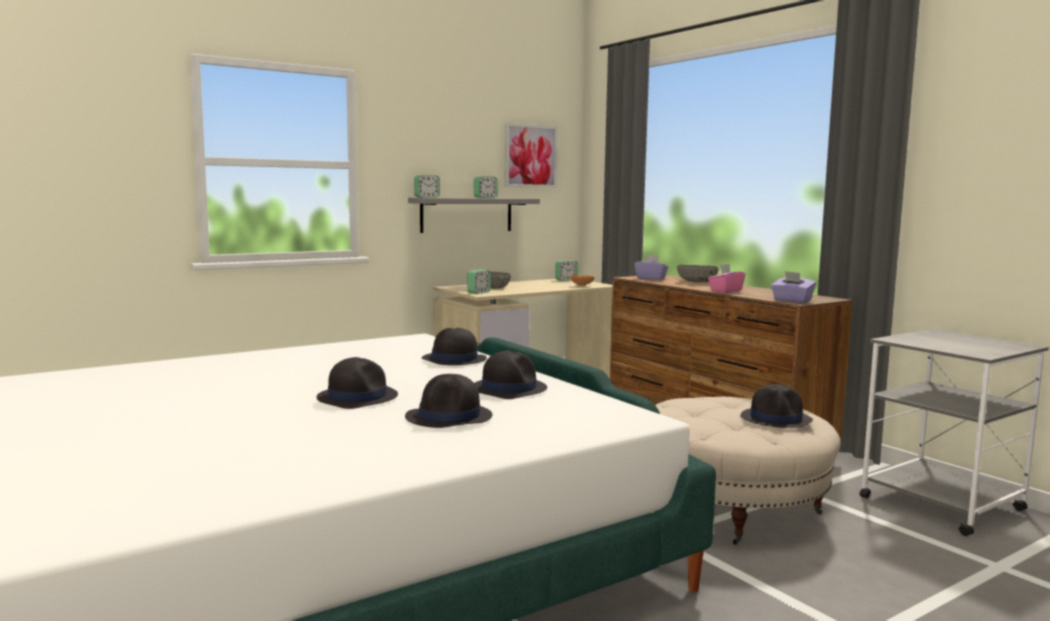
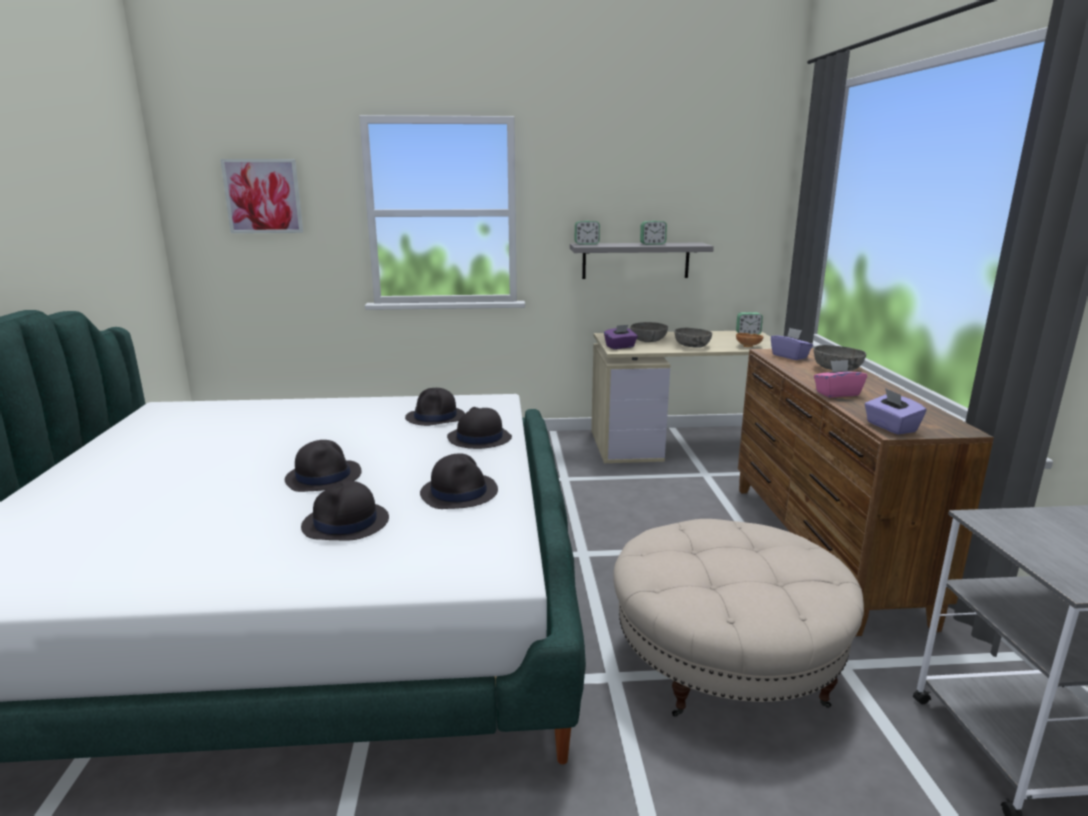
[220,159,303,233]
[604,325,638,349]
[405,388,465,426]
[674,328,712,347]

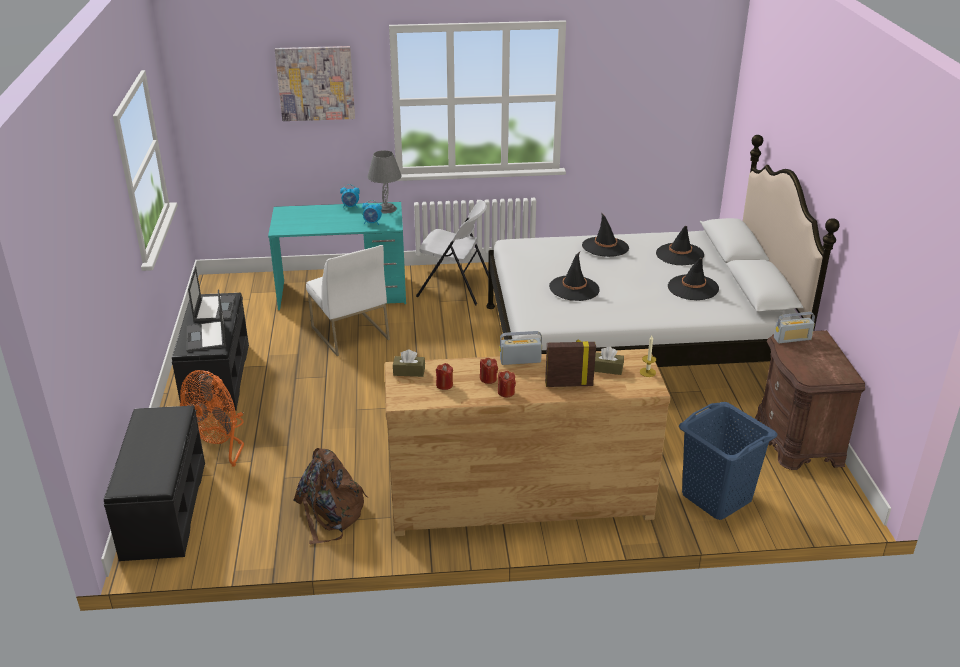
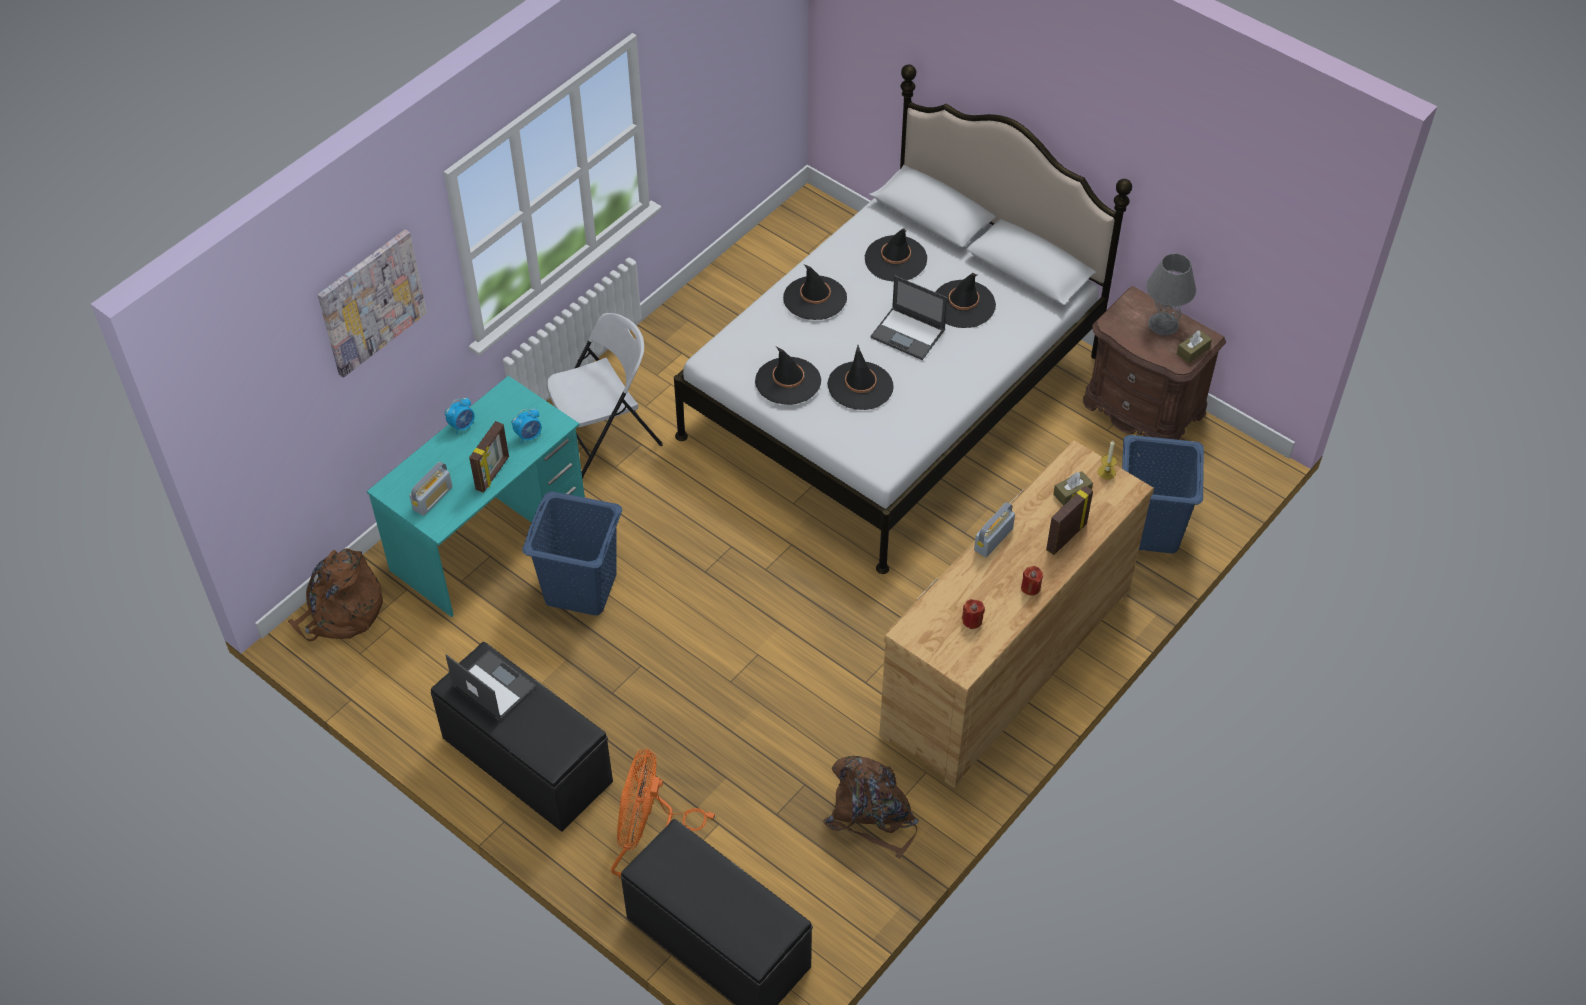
[1146,253,1196,335]
[522,491,622,615]
[870,275,948,360]
[409,462,452,516]
[1177,330,1212,363]
[480,358,498,384] (first image)
[611,748,716,878]
[755,347,821,405]
[469,421,509,493]
[288,548,383,641]

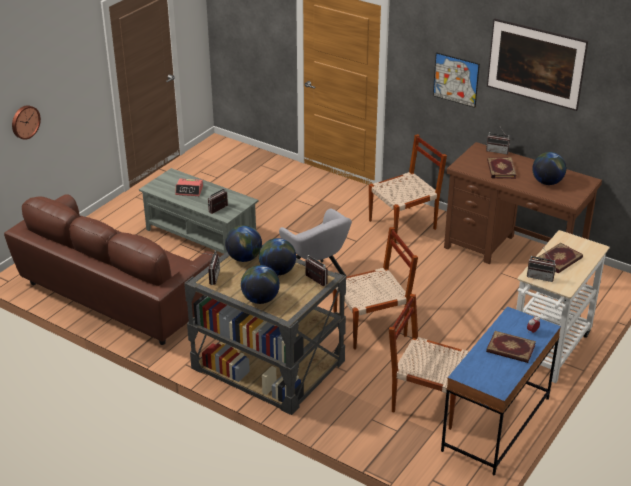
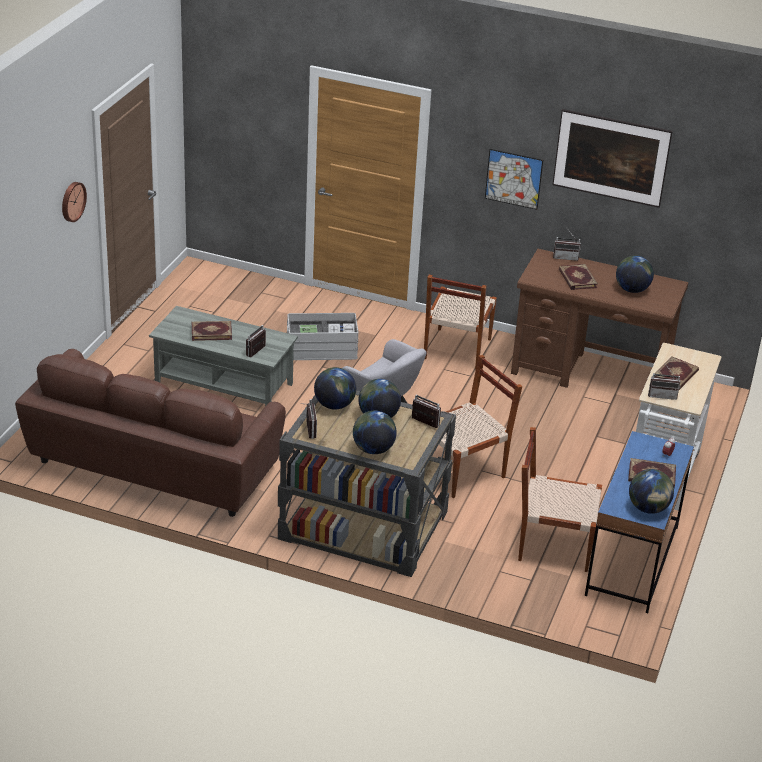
[62,182,87,222]
[424,275,497,369]
[192,321,232,341]
[287,313,358,360]
[629,469,674,514]

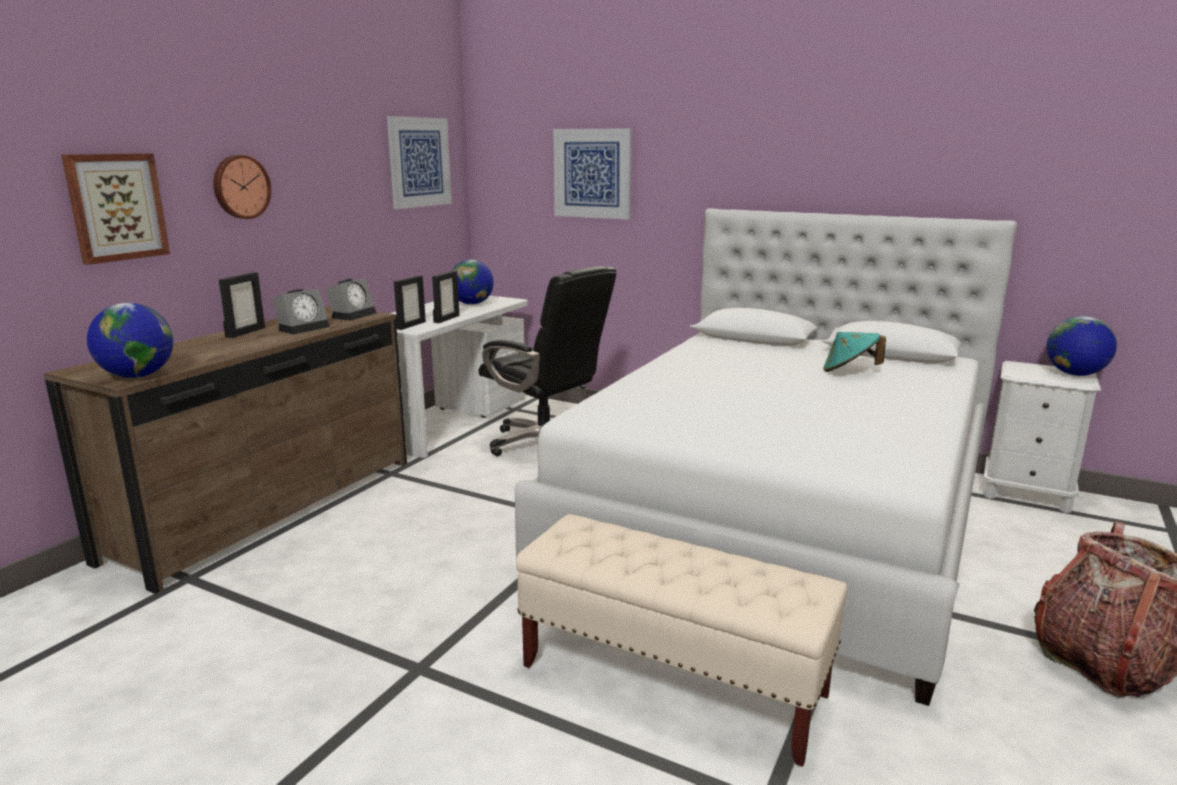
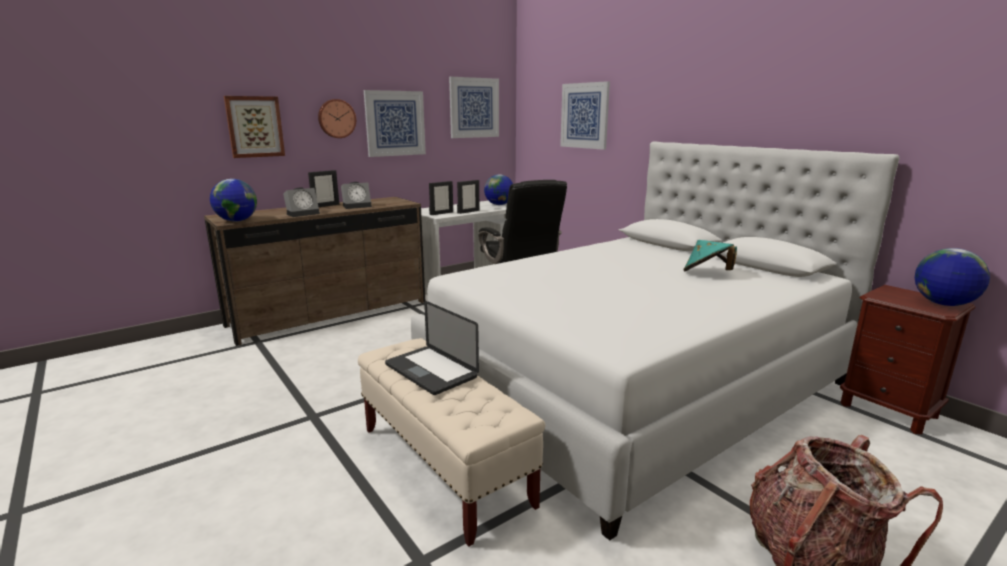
[283,187,320,217]
[840,285,976,434]
[364,90,426,157]
[385,301,479,395]

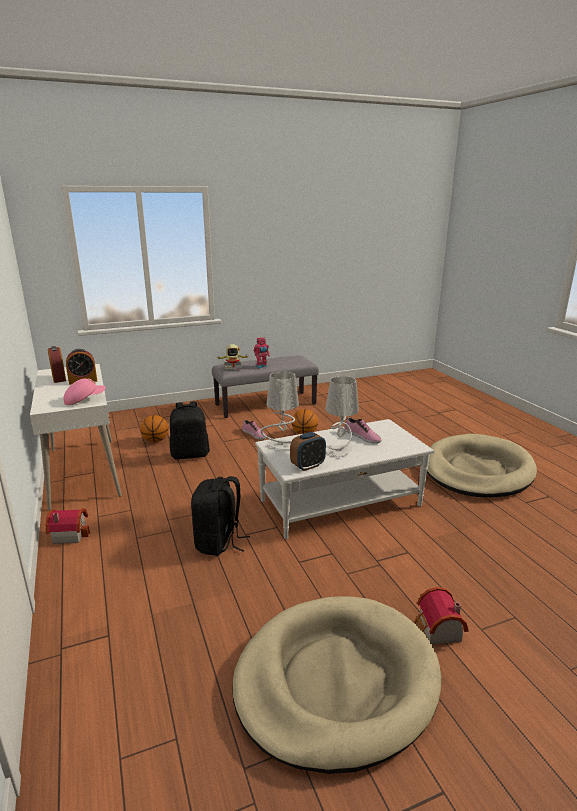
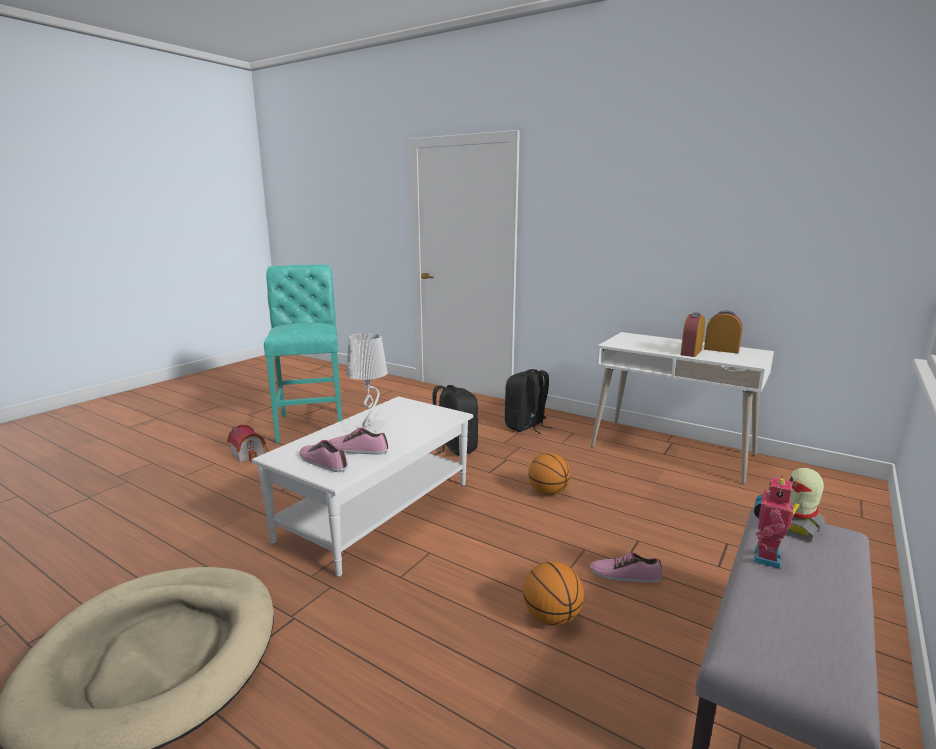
[261,371,299,450] (first image)
[63,378,105,405] (first image)
[505,369,552,434]
[528,453,570,495]
[290,432,326,471] (first image)
[46,508,90,544] (first image)
[264,264,342,443]
[299,440,348,472]

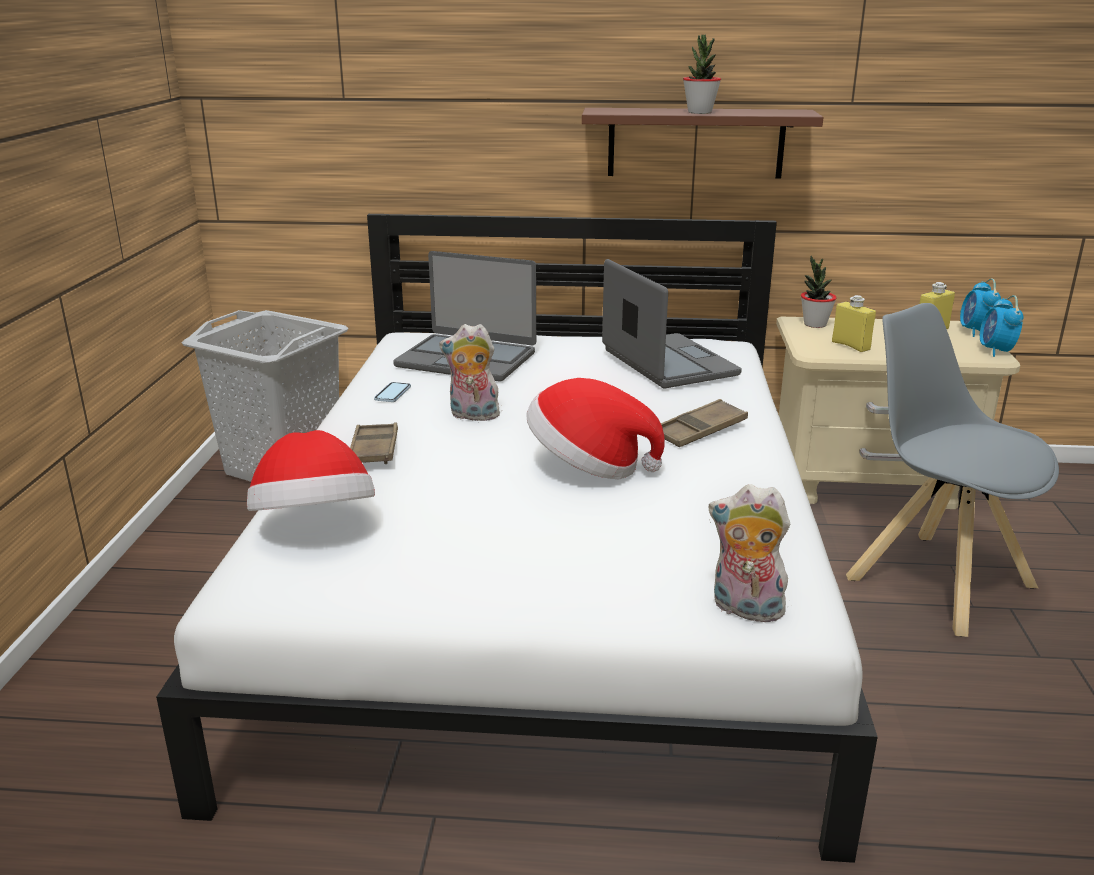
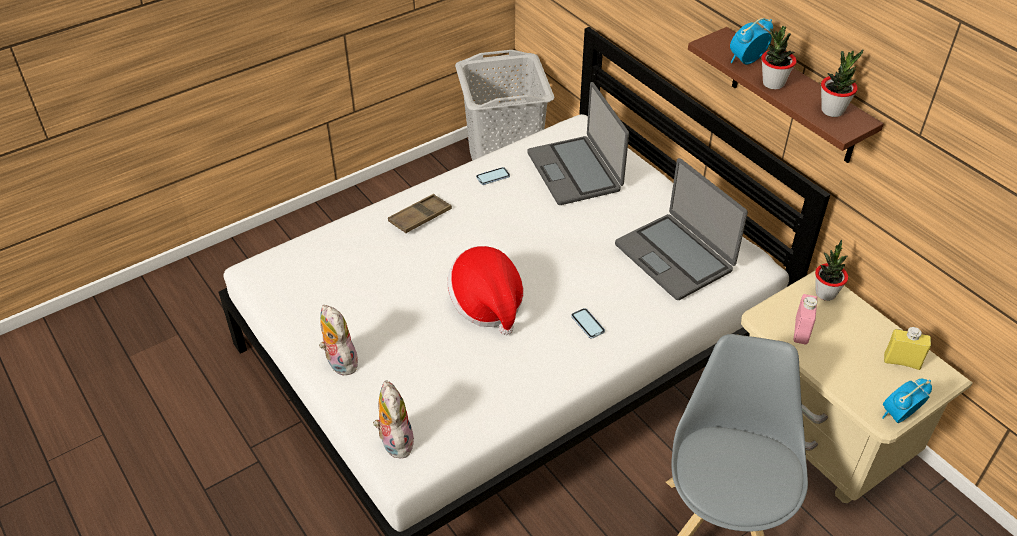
[615,158,748,300]
[730,18,773,65]
[793,294,817,344]
[319,305,360,376]
[571,308,605,339]
[247,430,375,511] (first image)
[821,50,863,117]

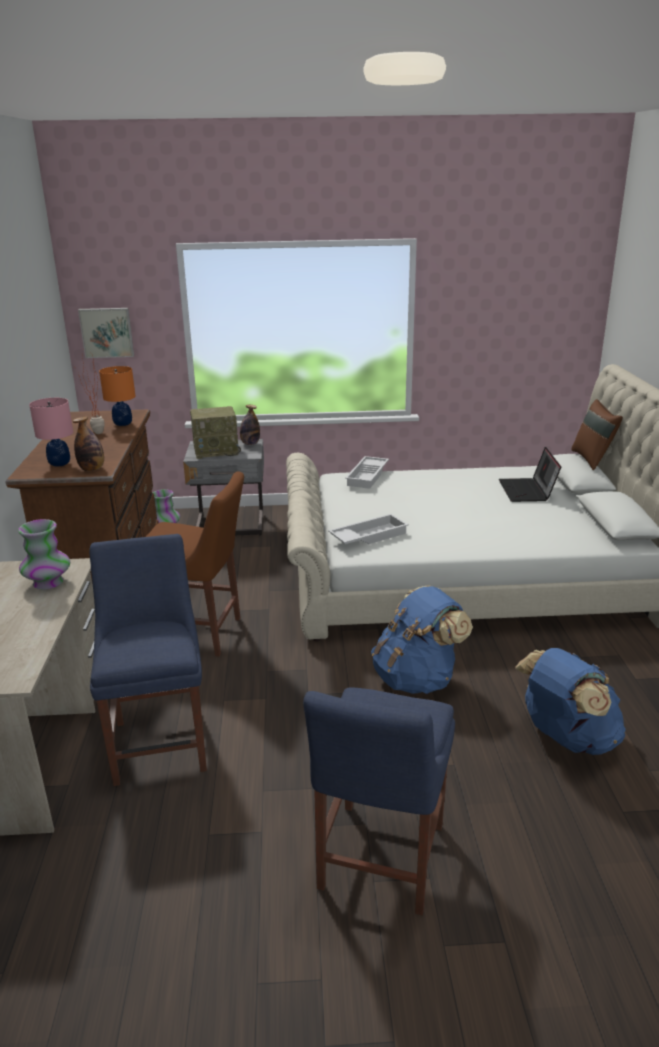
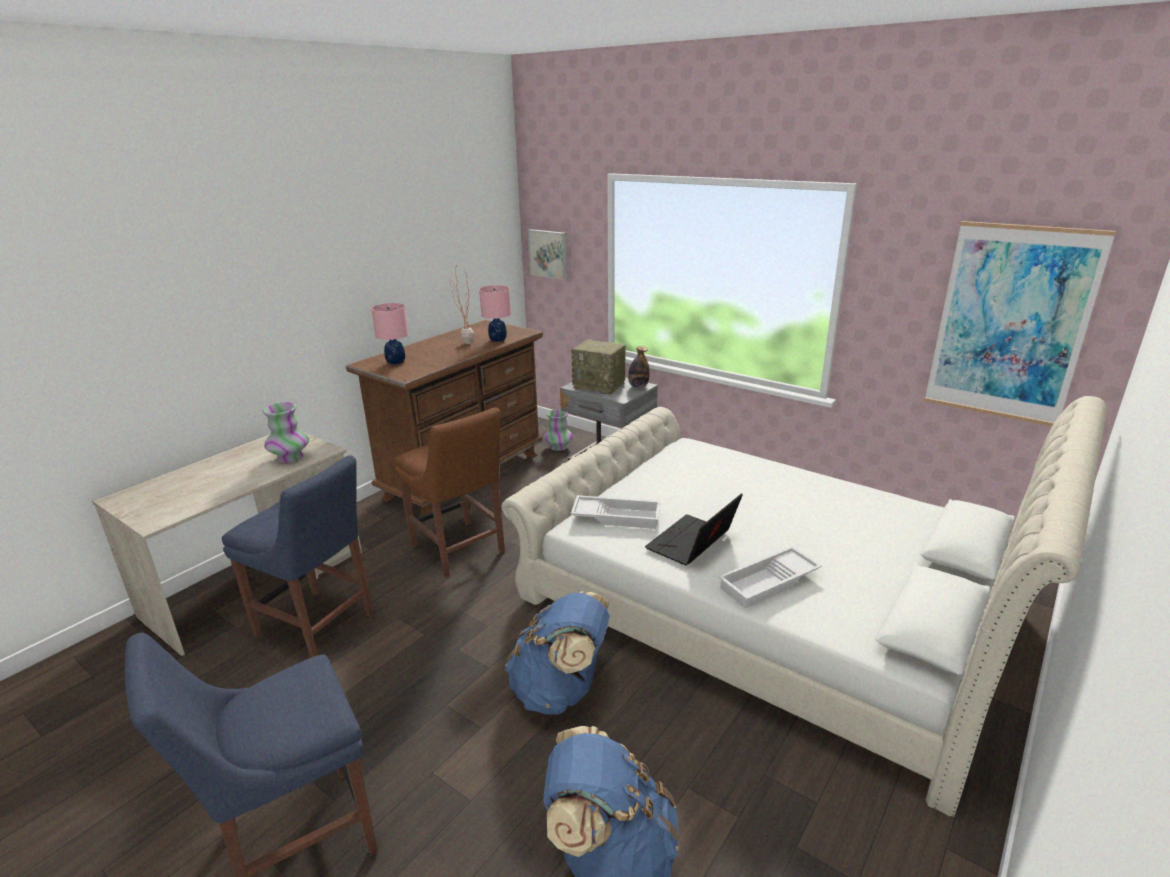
[479,285,511,342]
[571,399,623,471] (first image)
[73,416,104,471] (first image)
[645,493,743,566]
[718,546,822,608]
[222,456,374,658]
[924,221,1116,427]

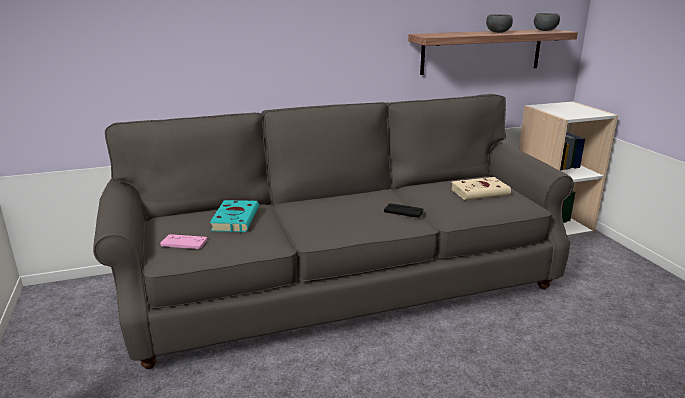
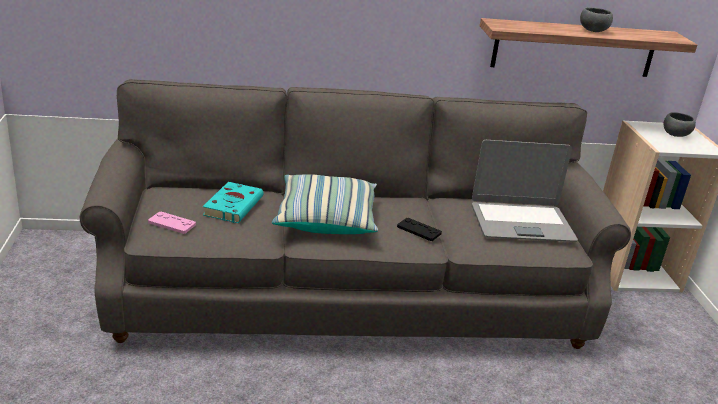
[663,112,696,137]
[472,140,578,242]
[272,174,378,234]

